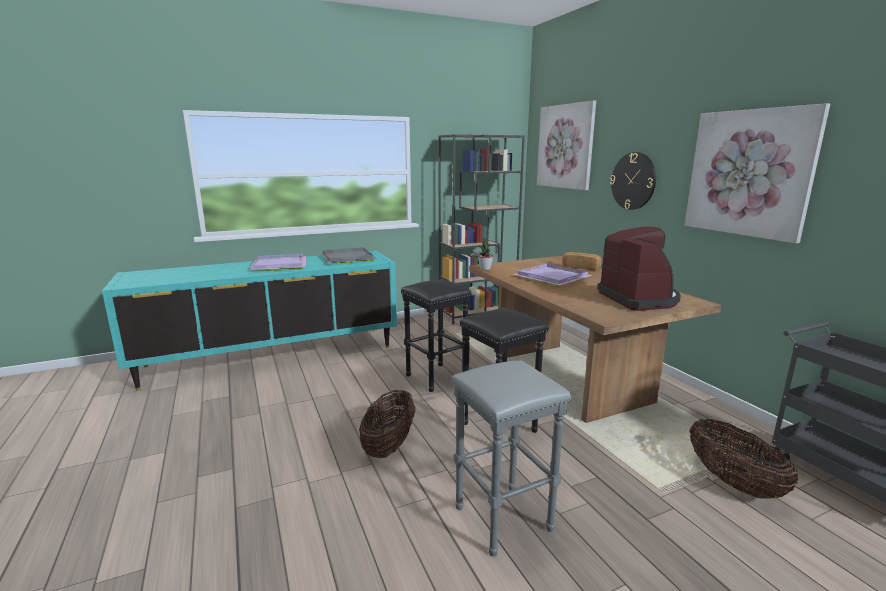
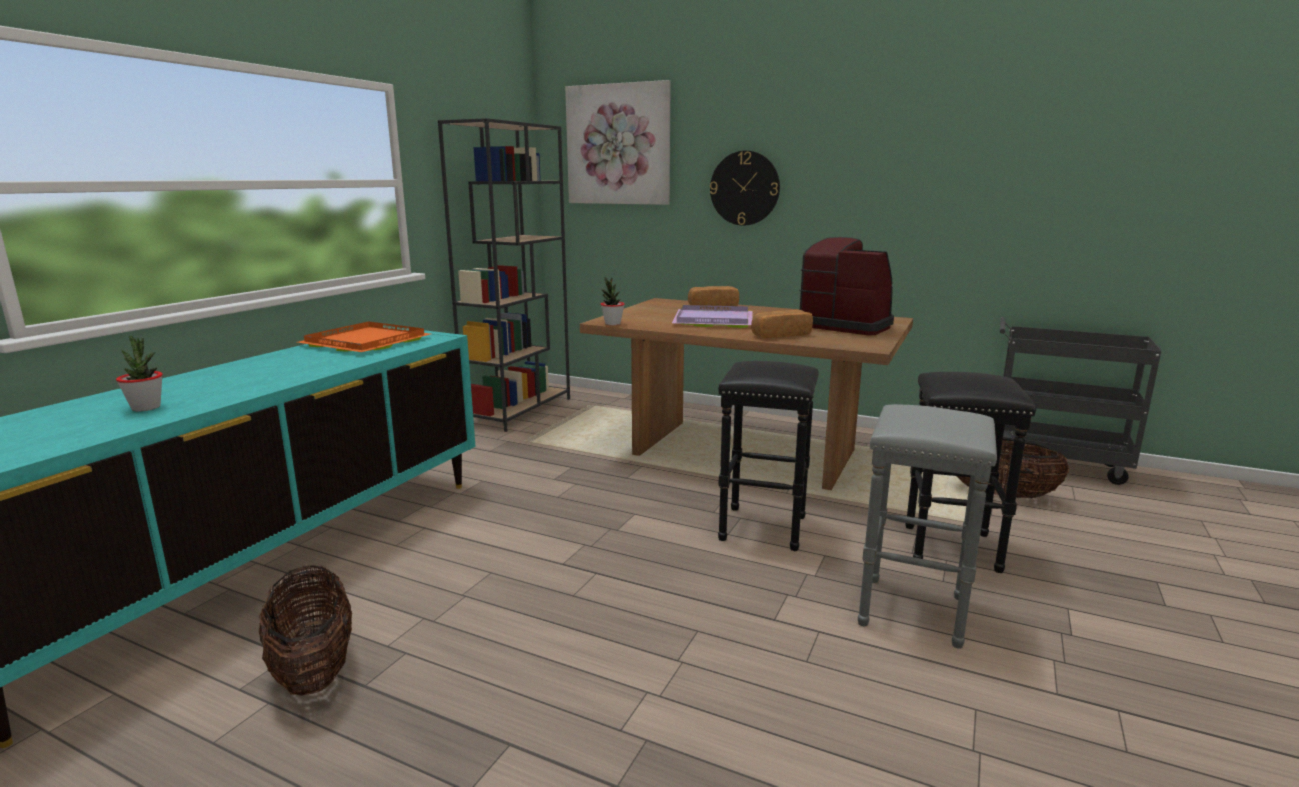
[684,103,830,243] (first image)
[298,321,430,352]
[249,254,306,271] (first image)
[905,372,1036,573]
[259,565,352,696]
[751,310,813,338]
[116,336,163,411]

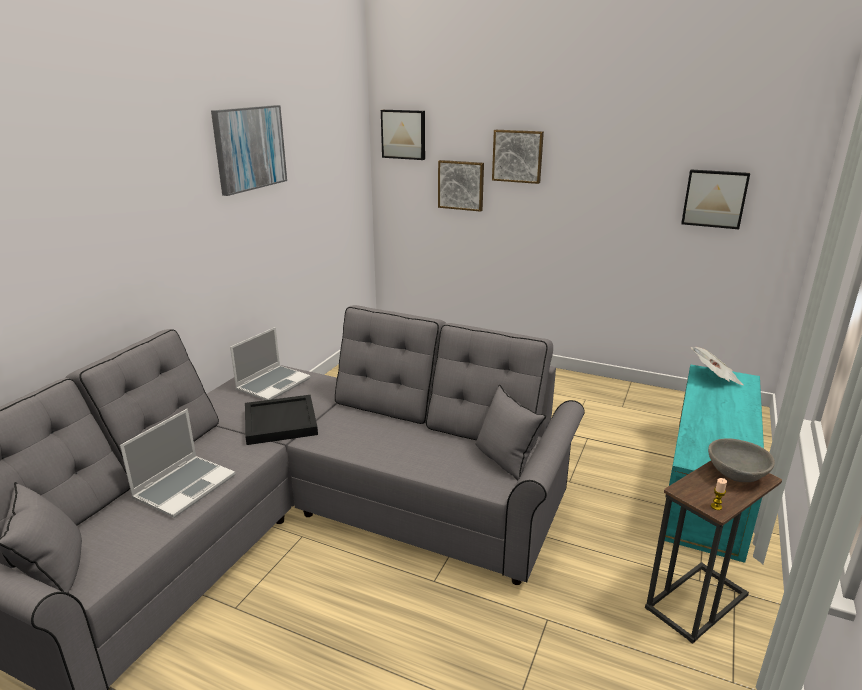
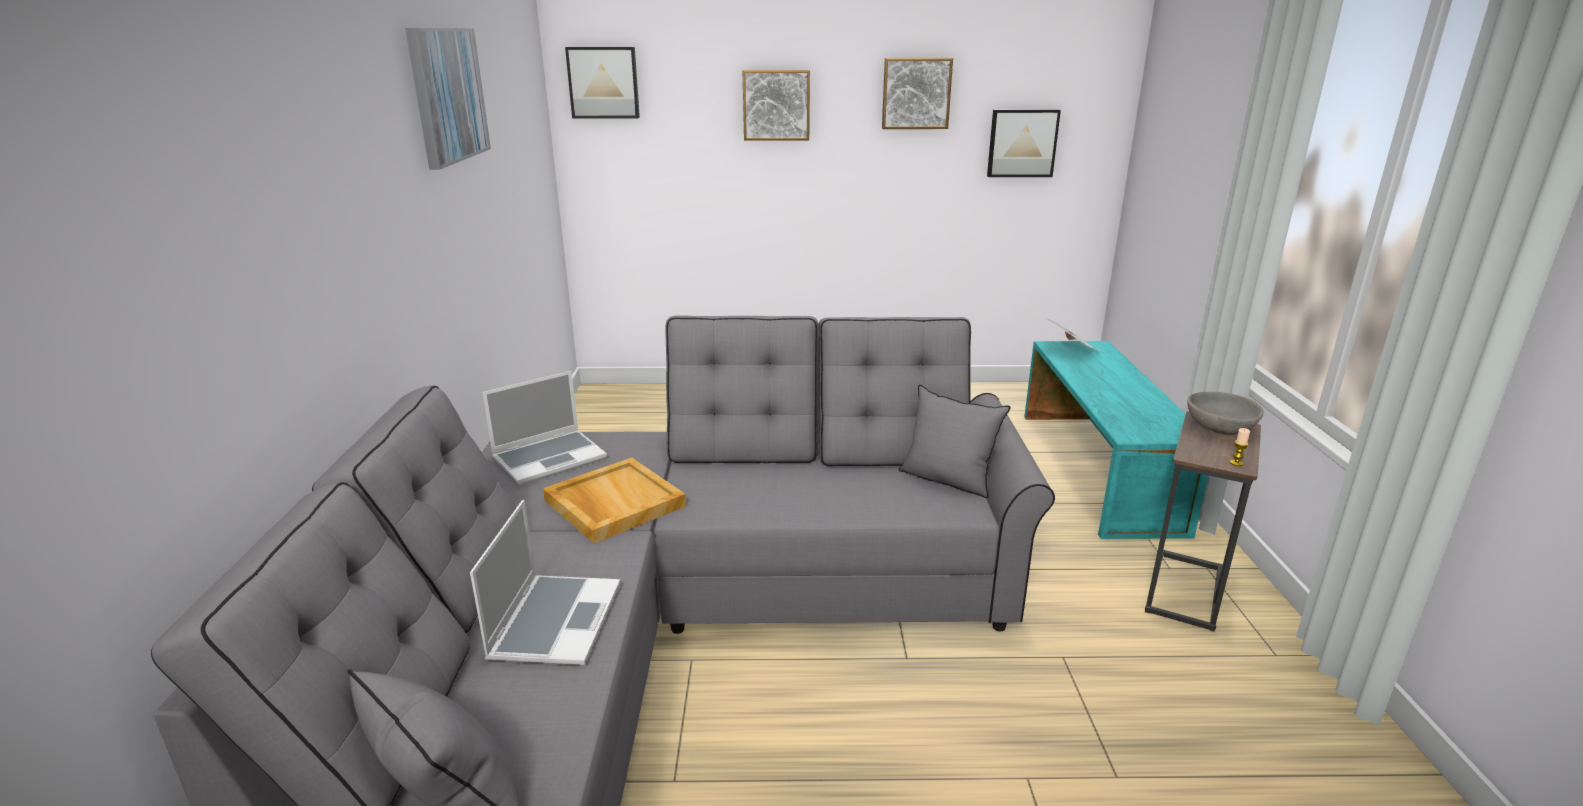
[882,58,953,129]
[482,371,607,485]
[543,458,686,544]

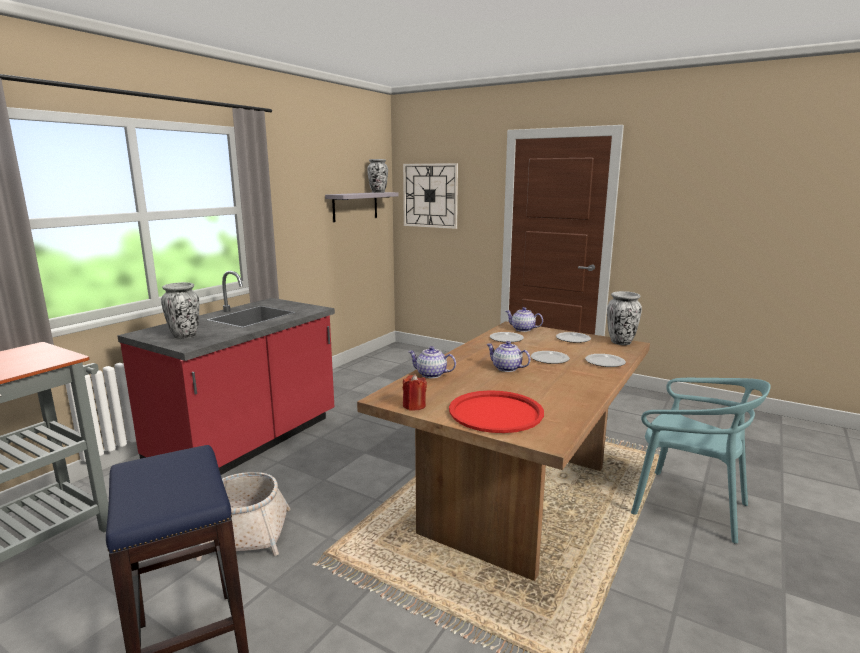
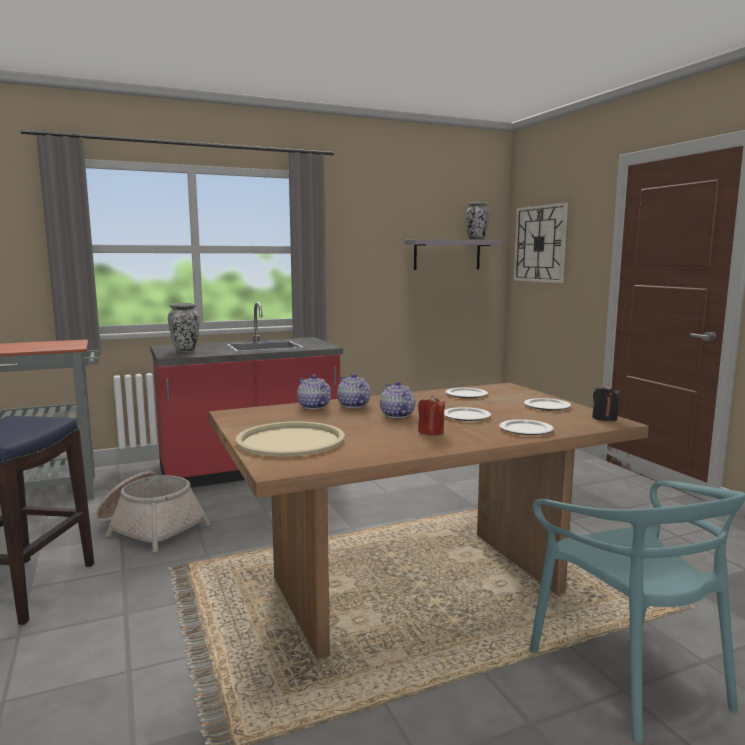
[592,384,620,421]
[337,373,370,408]
[418,395,445,435]
[236,421,345,457]

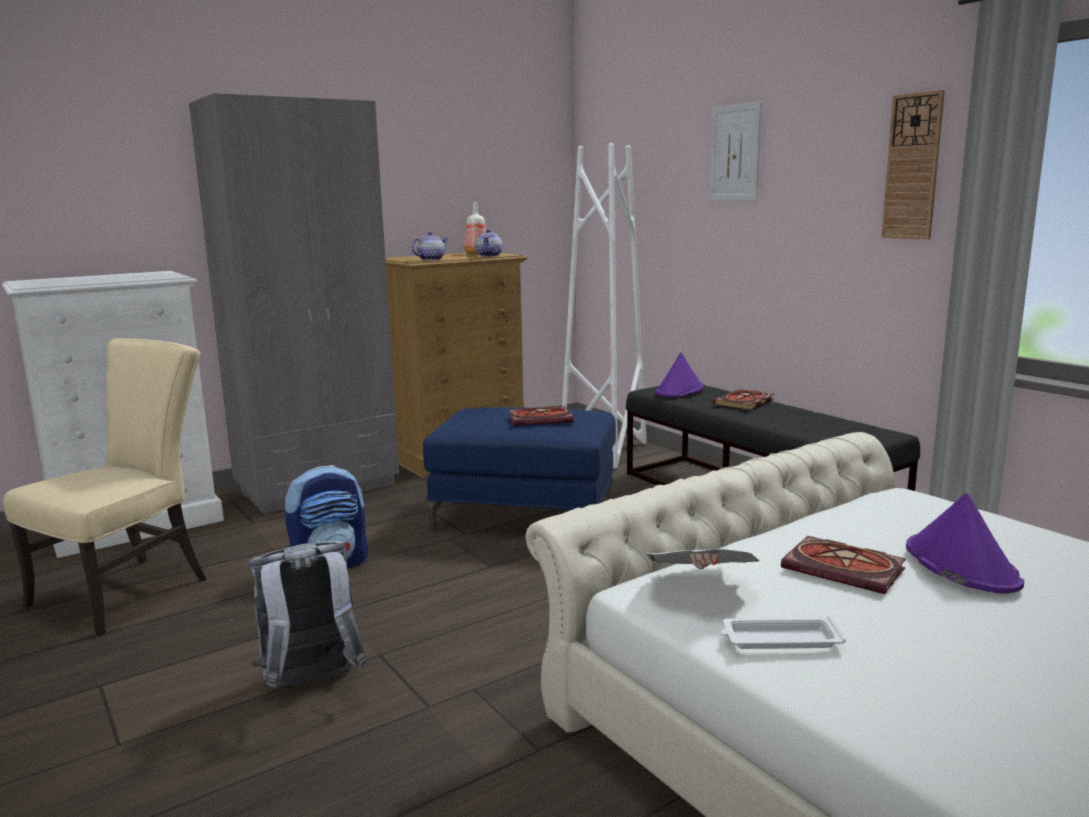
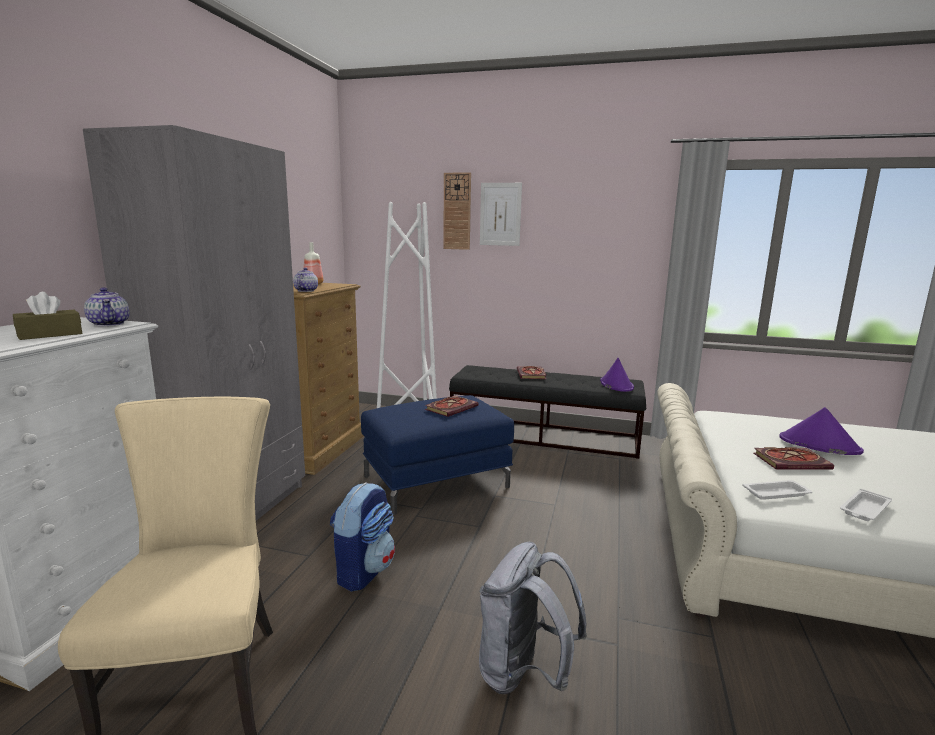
[443,172,471,250]
[84,287,130,326]
[600,358,634,392]
[743,480,812,500]
[13,292,82,340]

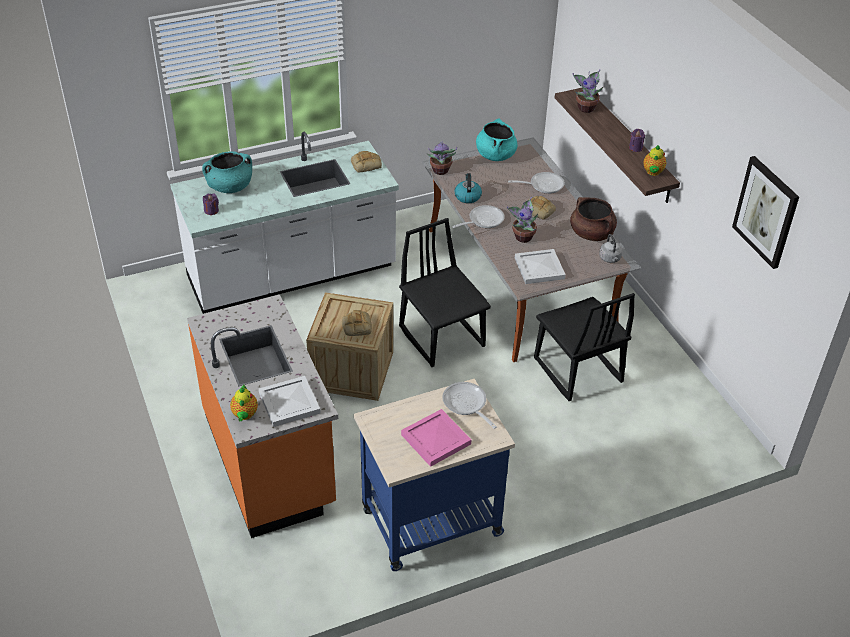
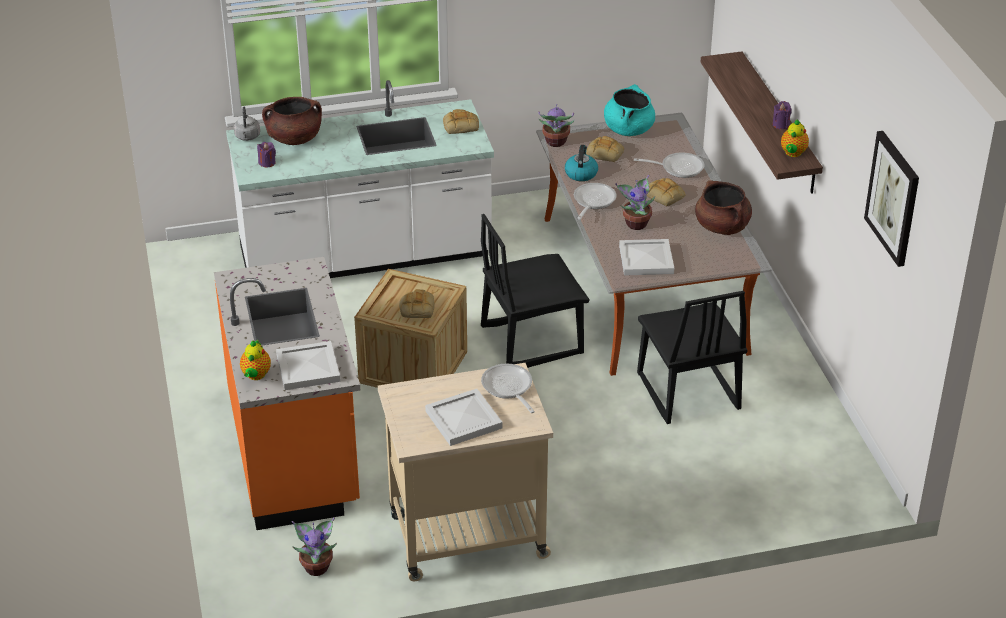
[292,518,337,576]
[262,97,322,145]
[574,183,616,220]
[481,214,590,368]
[234,107,260,141]
[378,363,553,581]
[425,389,503,446]
[586,136,624,162]

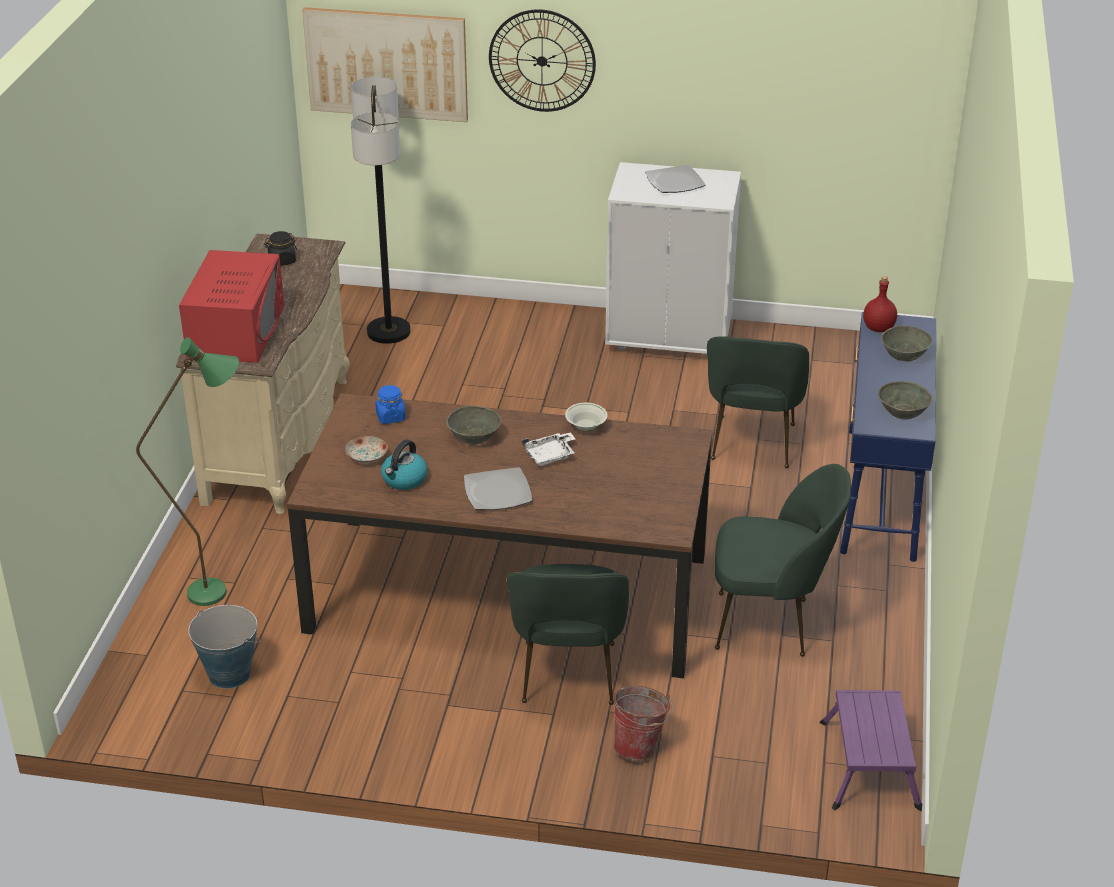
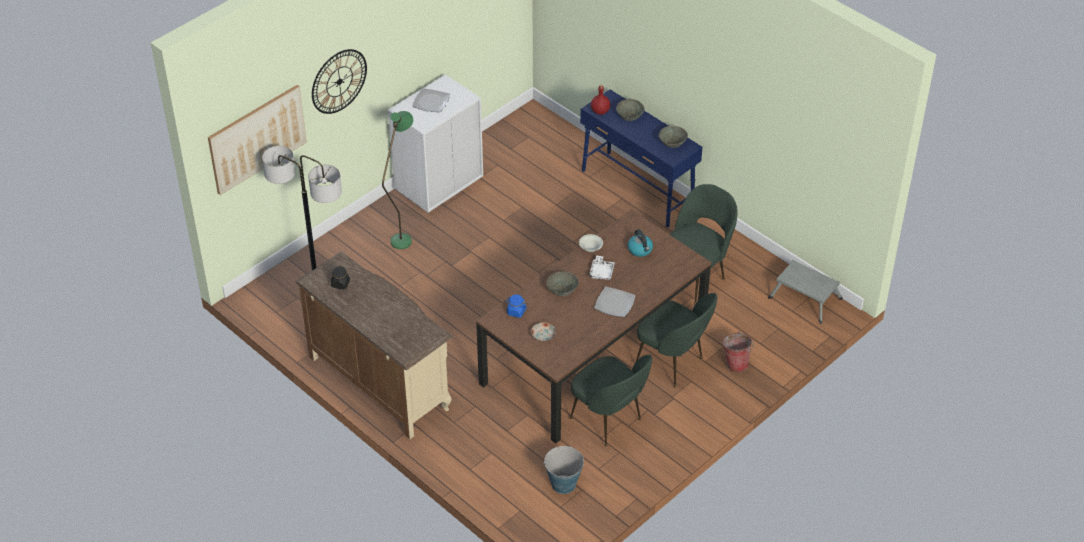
[179,250,284,363] (first image)
[570,355,652,446]
[382,111,413,249]
[628,229,653,257]
[768,260,843,324]

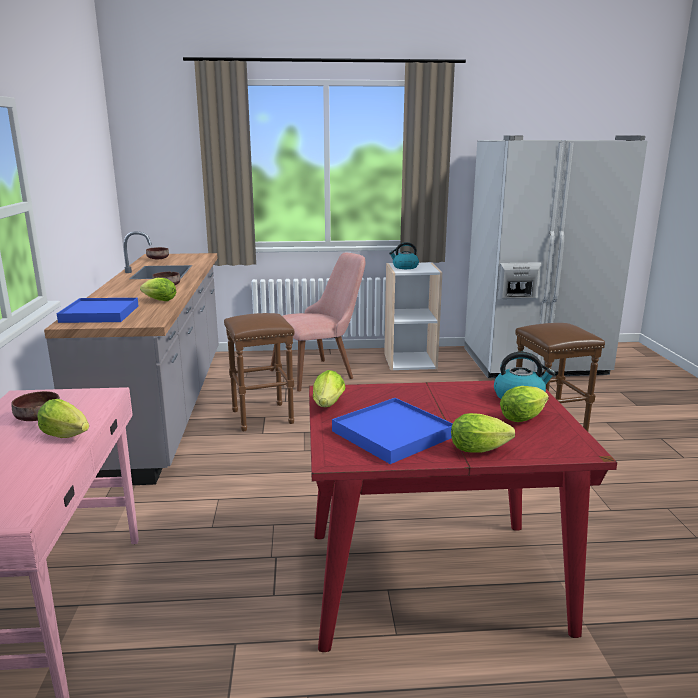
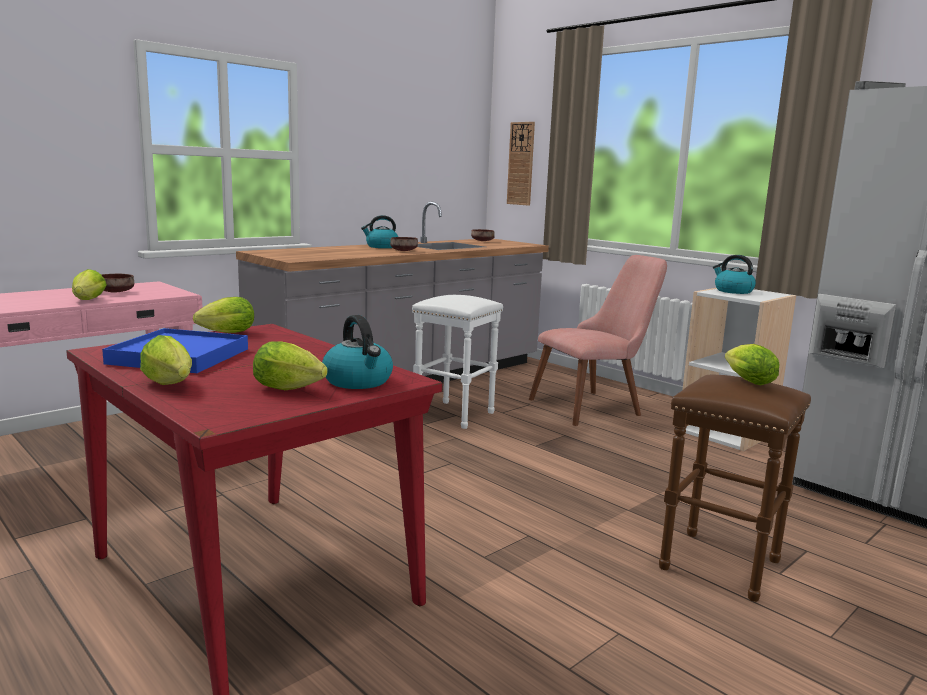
[529,255,667,426]
[725,344,780,385]
[57,298,138,323] (first image)
[412,295,503,429]
[507,122,535,206]
[361,215,398,248]

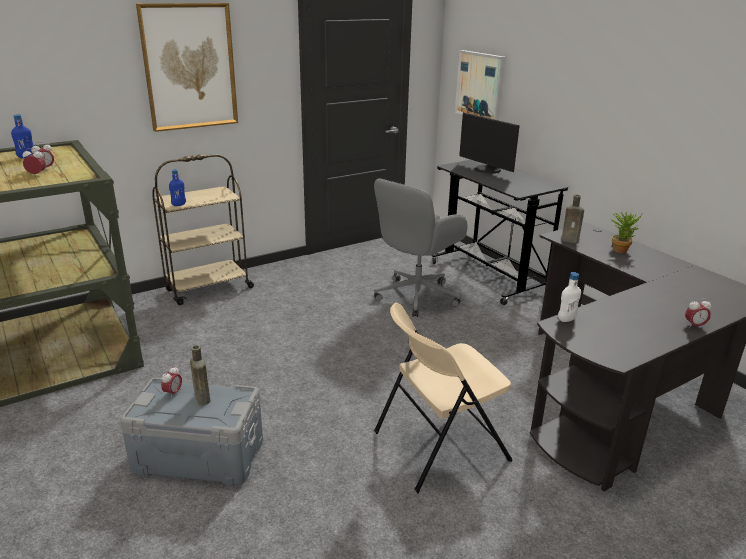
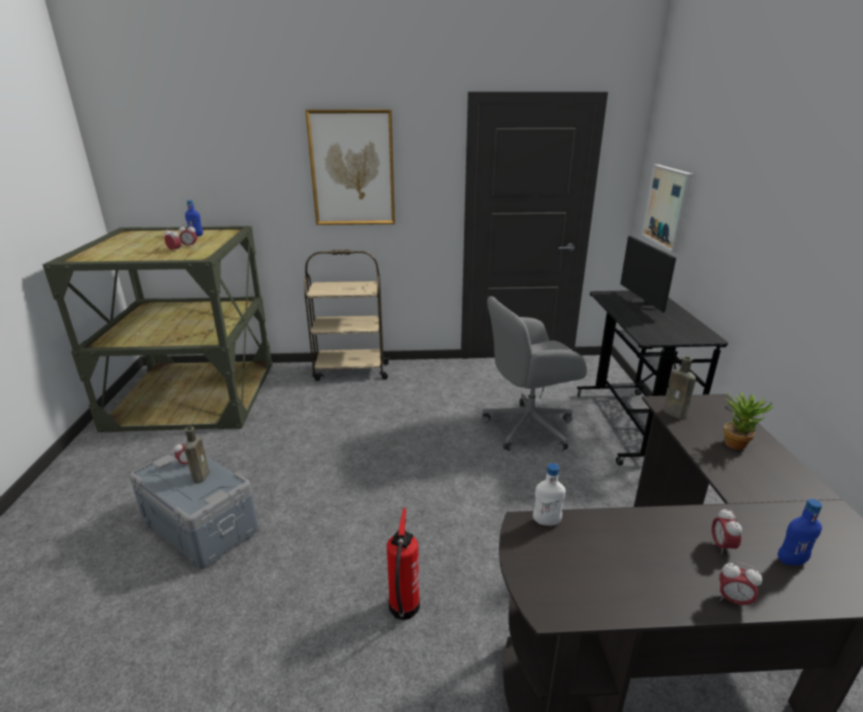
[778,499,822,565]
[387,508,420,620]
[712,508,742,555]

